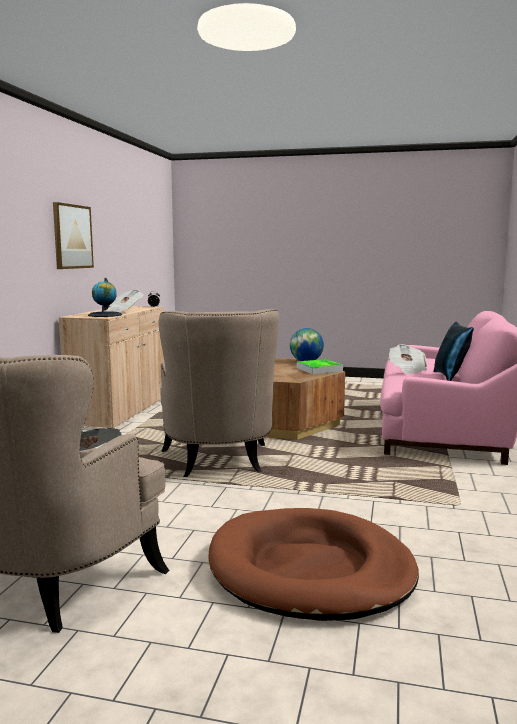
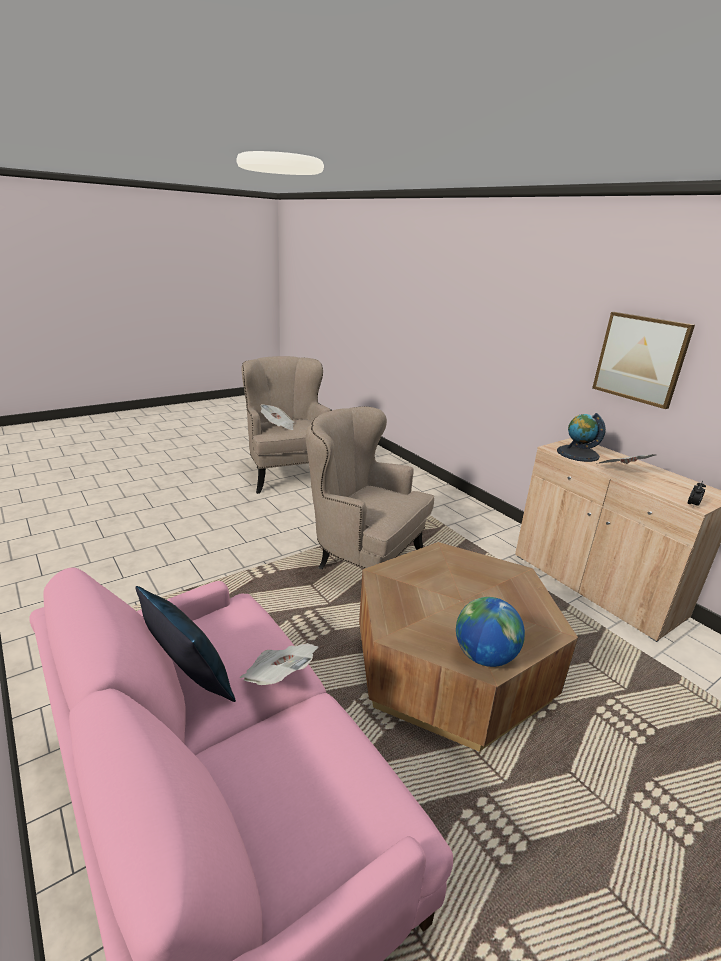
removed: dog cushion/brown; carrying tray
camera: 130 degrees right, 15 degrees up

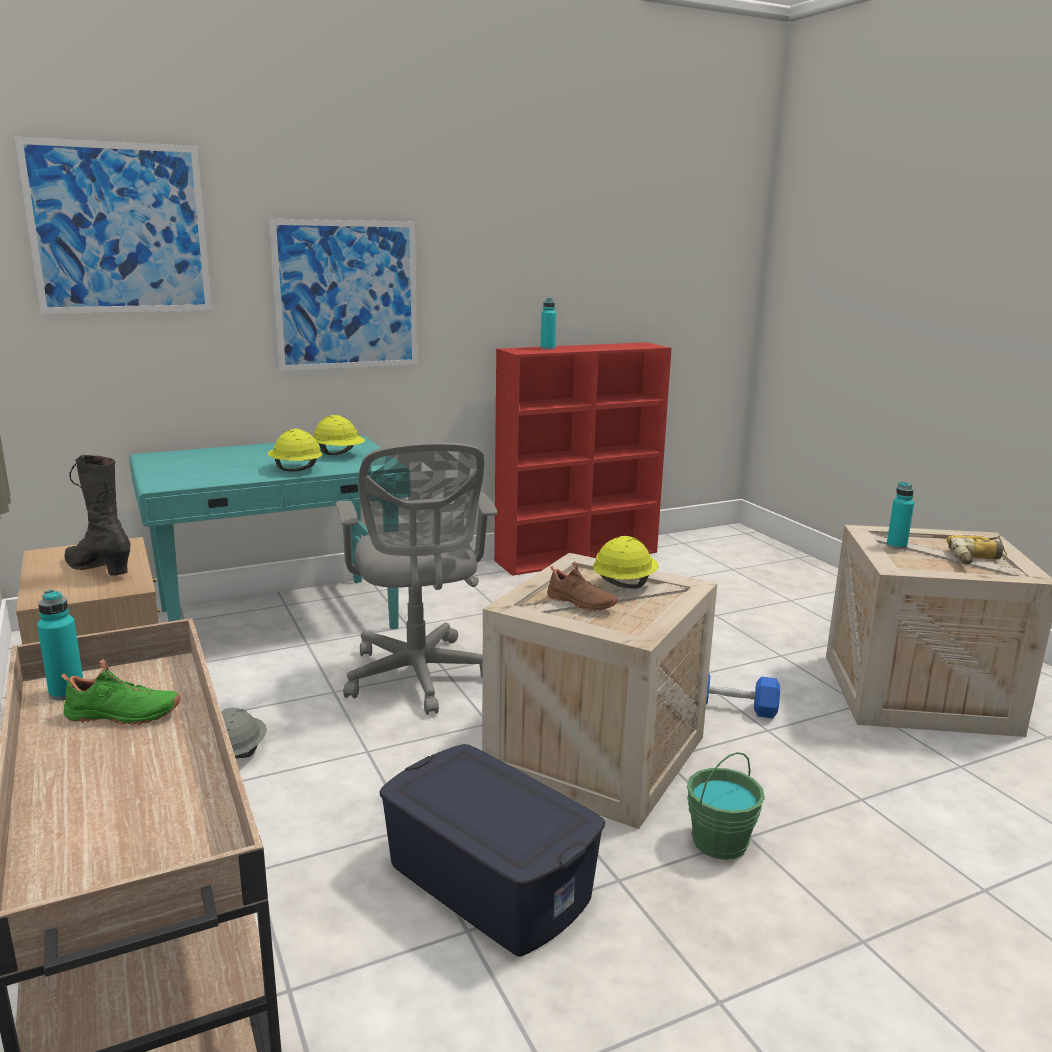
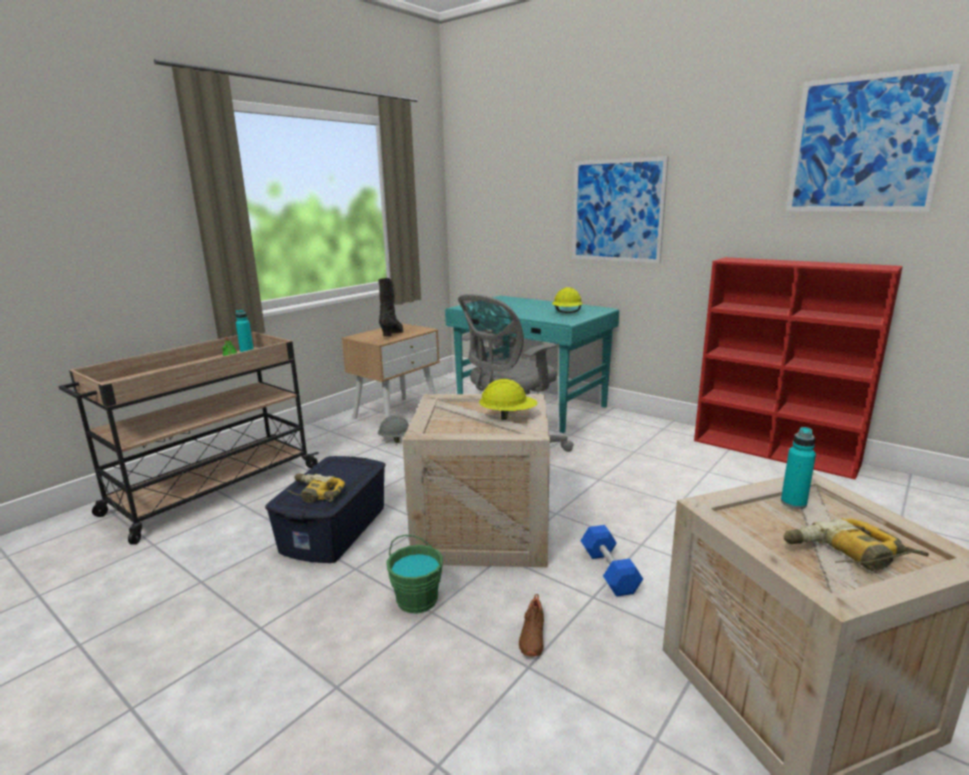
removed: safety helmet/yellowish (1st from left); drink bottle/turquoise-coloured (2nd from left)
added: power drill (1st from left)
moved: wall art (1st from left in the first image) to wall art (2nd from left); low shoe/brown
camera: 65 degrees right, 0 degrees up

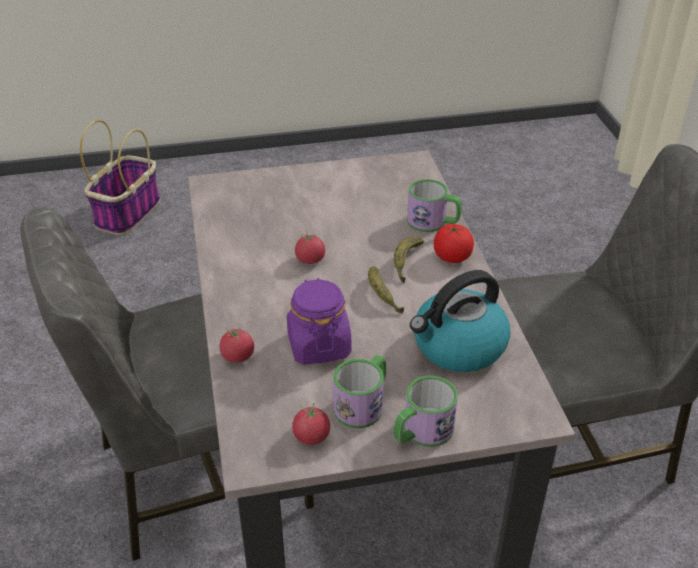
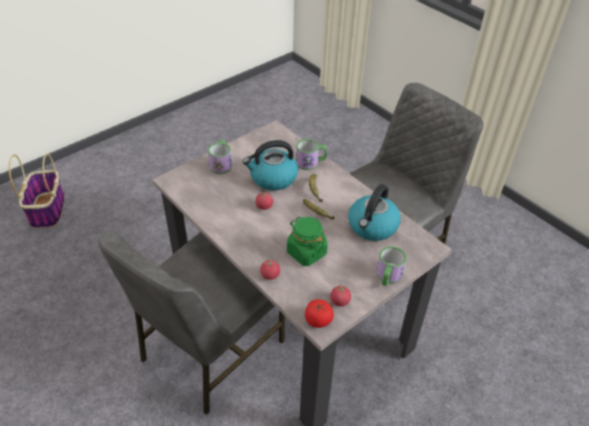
added: water kettle (1st from left)
moved: coffee mug (1st from left); whole tomato (4th from left in the first image) to whole tomato (3rd from left)
recoloured: jar/purple to jar/greenish
camera: 30 degrees left, 5 degrees up

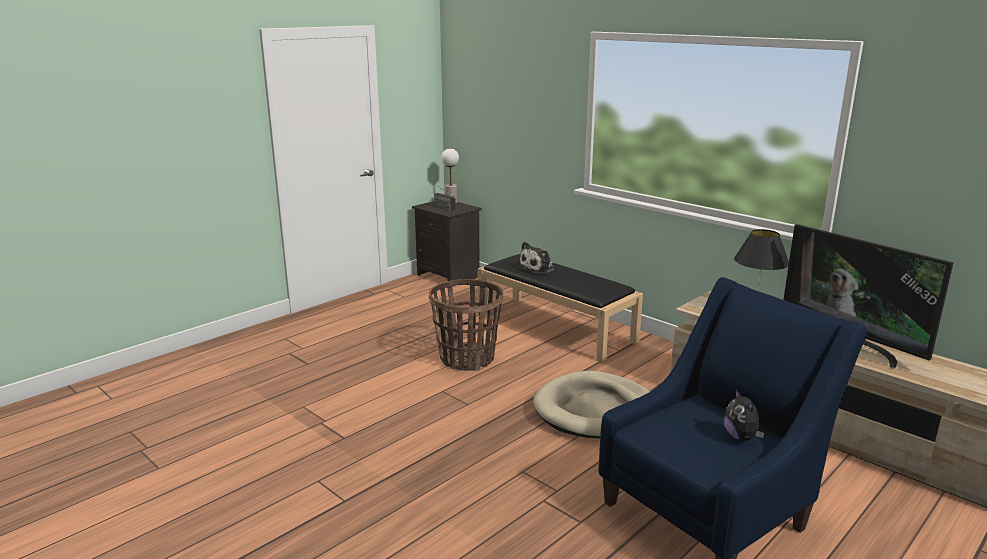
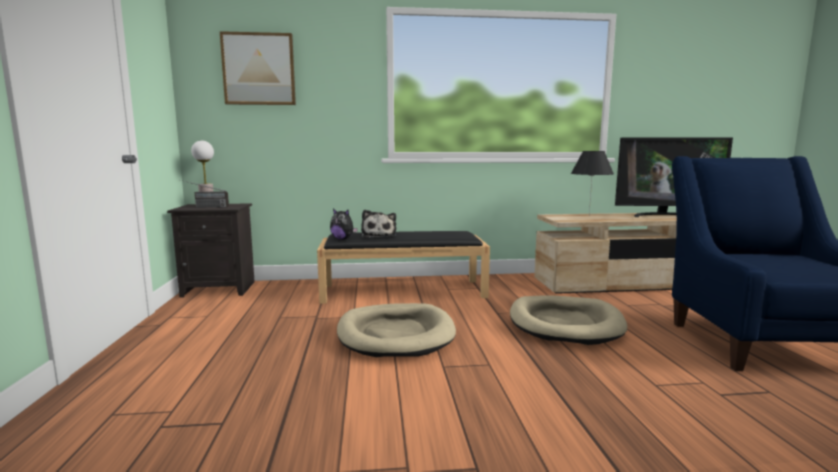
added: wall art
moved: cuddly toy (2nd from left in the first image) to cuddly toy (1st from left)
replaced: storage basket to dog cushion/beige-coloured (1st from left)
camera: 50 degrees left, 10 degrees down

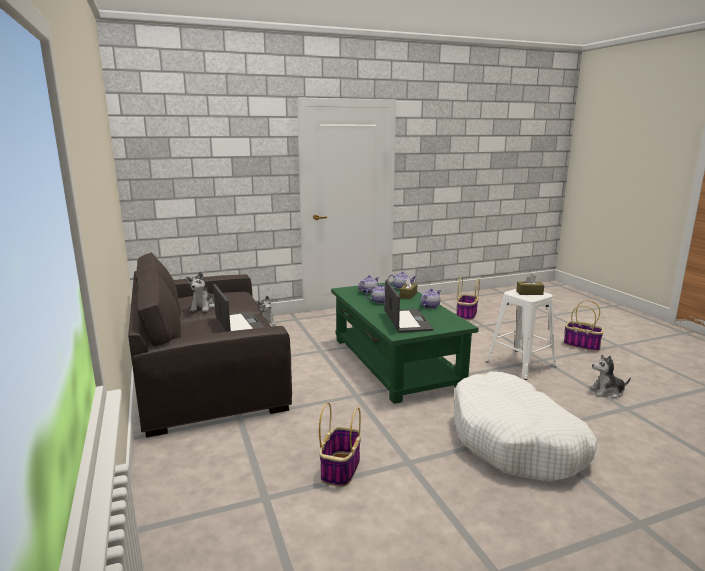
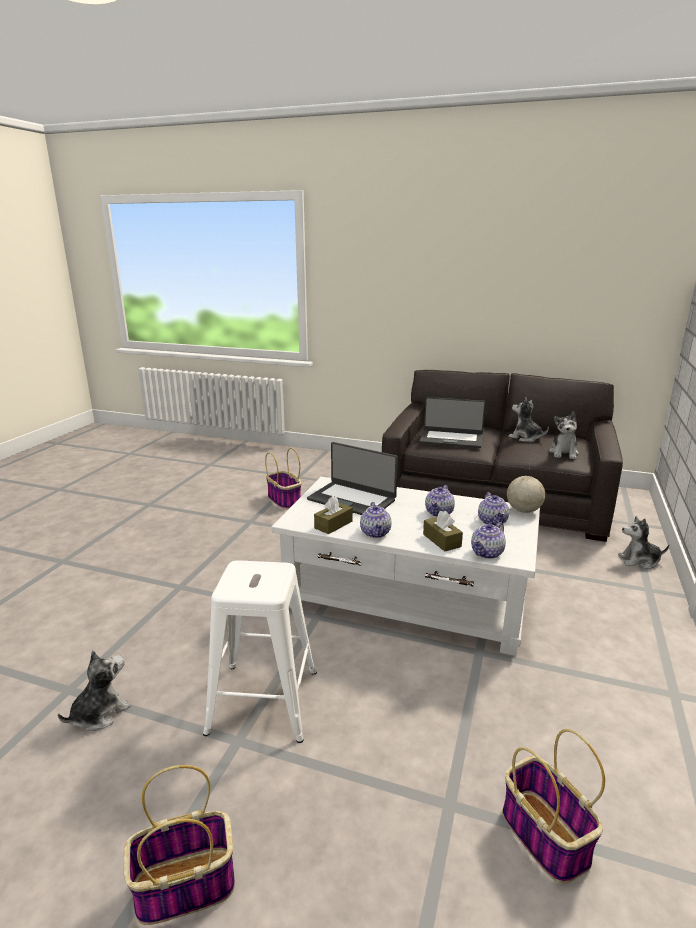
removed: dog cushion/whitish
added: globe; cuddly toy (3rd from left)
moved: box of tissues/brown (2nd from left in the first image) to box of tissues/brown (1st from left)
recoloured: low table/greenish to low table/whitish
camera: 130 degrees right, 5 degrees up

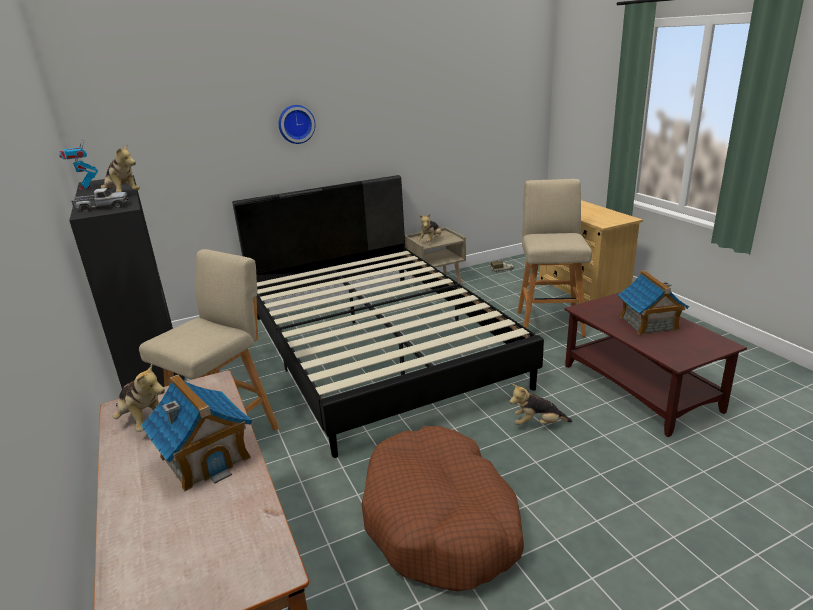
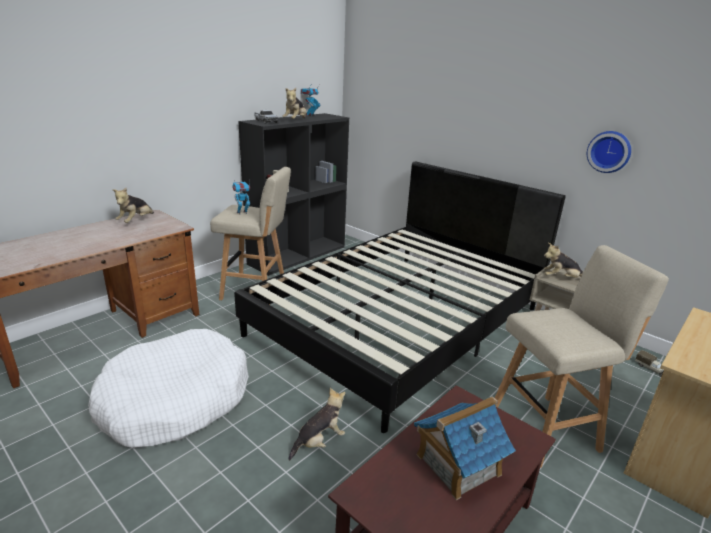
removed: toy house (1st from left)
added: model robot (1st from left)
moved: hanging clock
recoloured: dog cushion/brown to dog cushion/whitish
turned: cuddly toy (4th from left in the first image) 75 degrees clockwise
camera: 65 degrees right, 0 degrees up

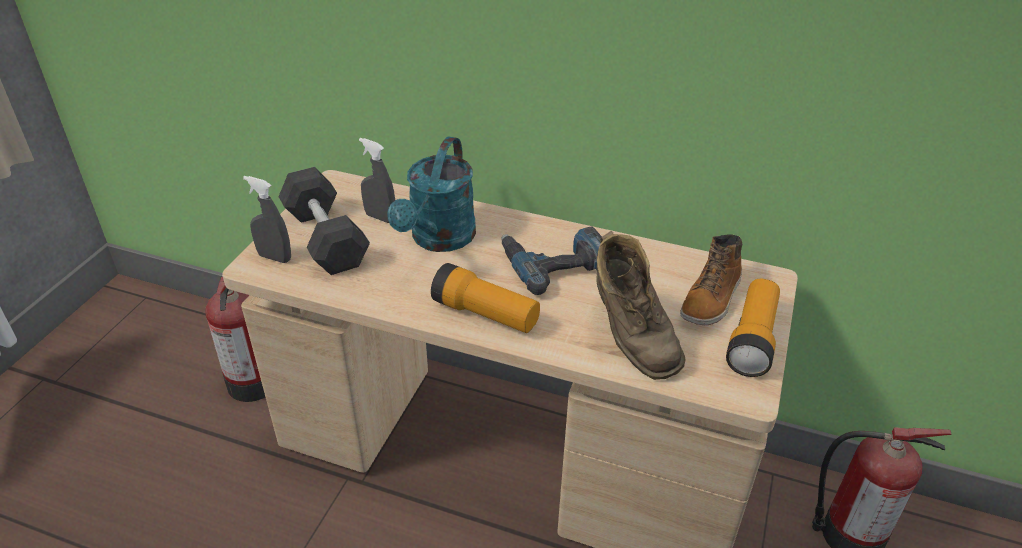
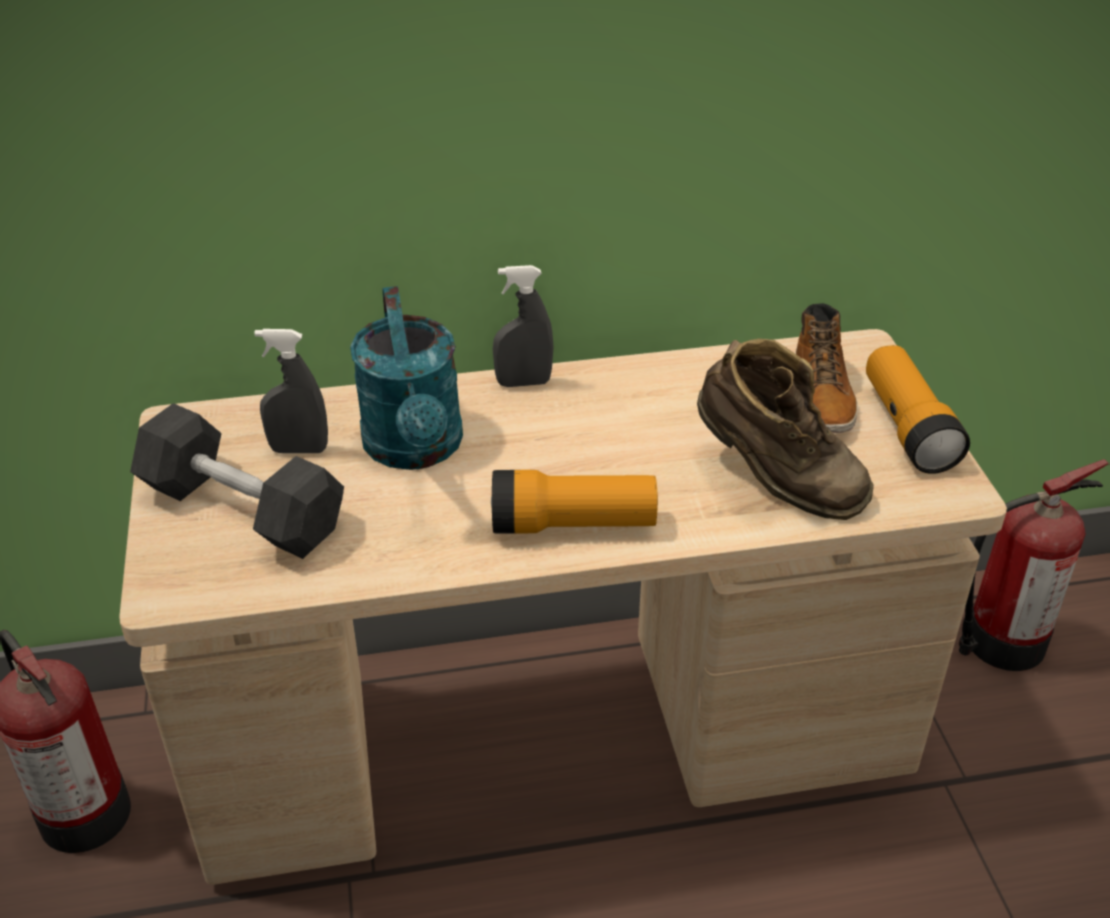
removed: power drill
moved: spray bottle/grey (1st from left in the first image) to spray bottle/grey (2nd from left)
camera: 30 degrees left, 0 degrees up

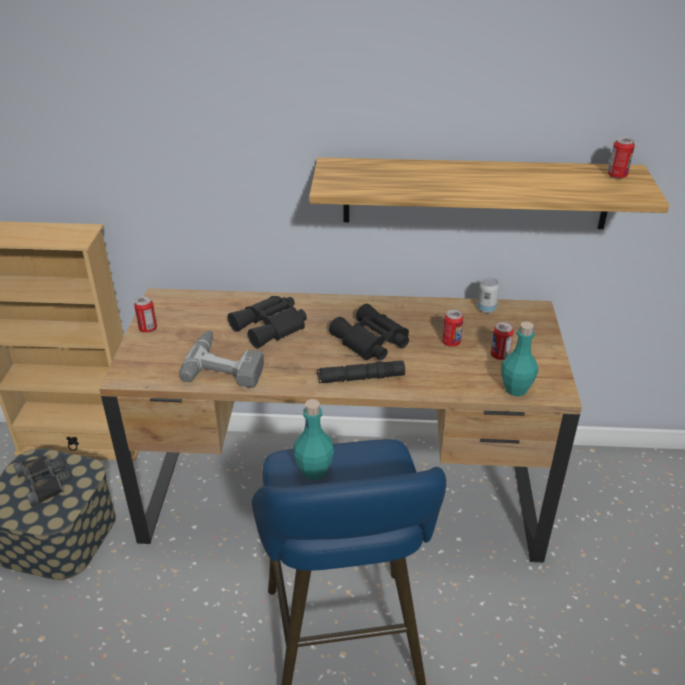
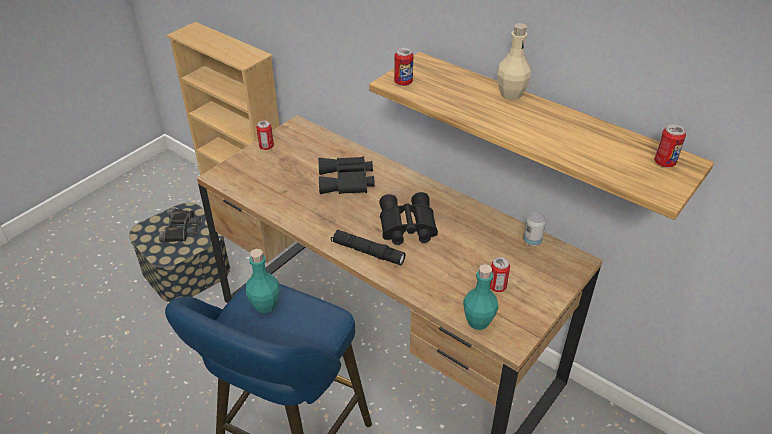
removed: power drill
added: drink bottle/beige-coloured
moved: metal can (2nd from left)
camera: 35 degrees right, 5 degrees up

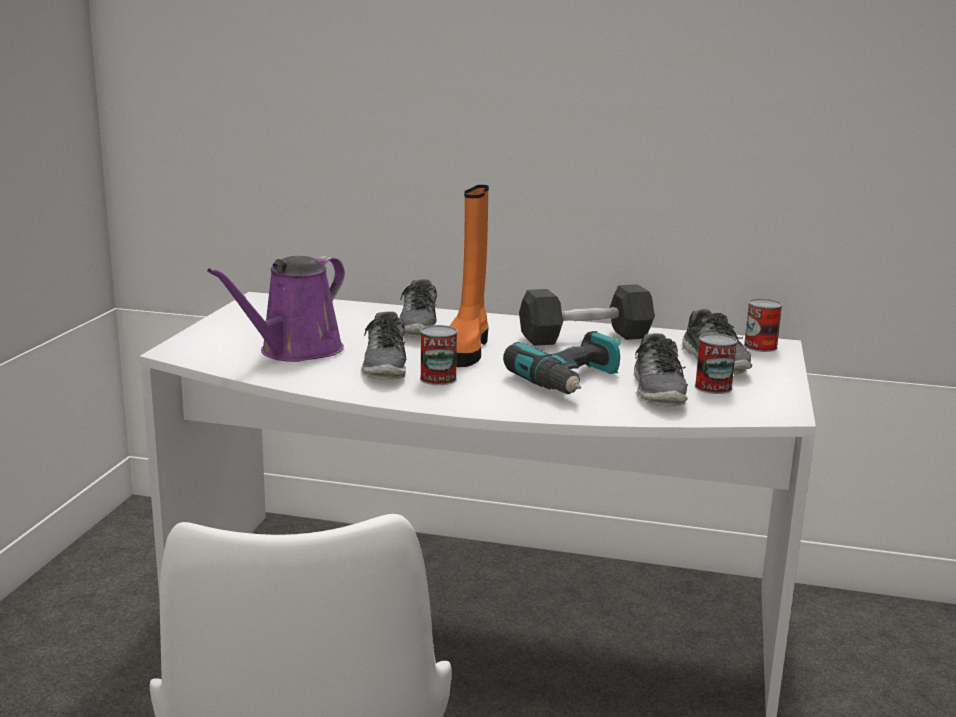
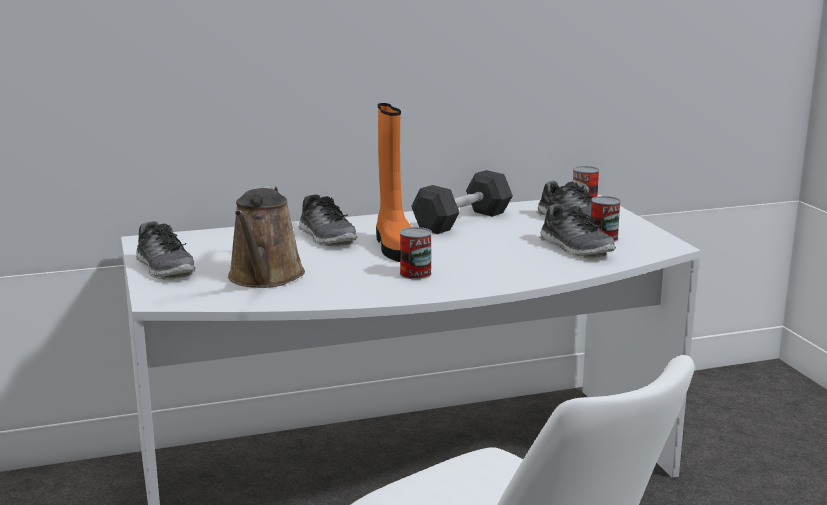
removed: power drill
moved: low shoe (1st from left)
recoloured: watering can/purple to watering can/brown
camera: 30 degrees left, 0 degrees up

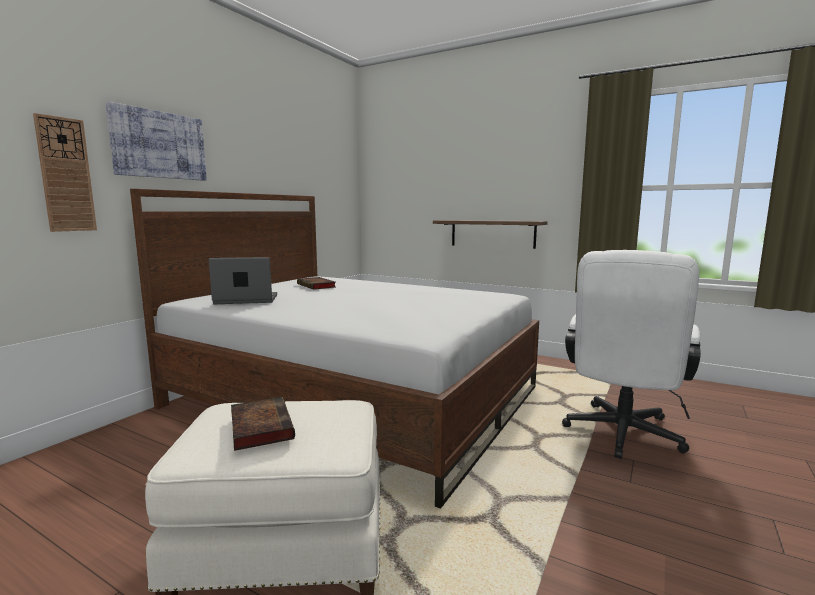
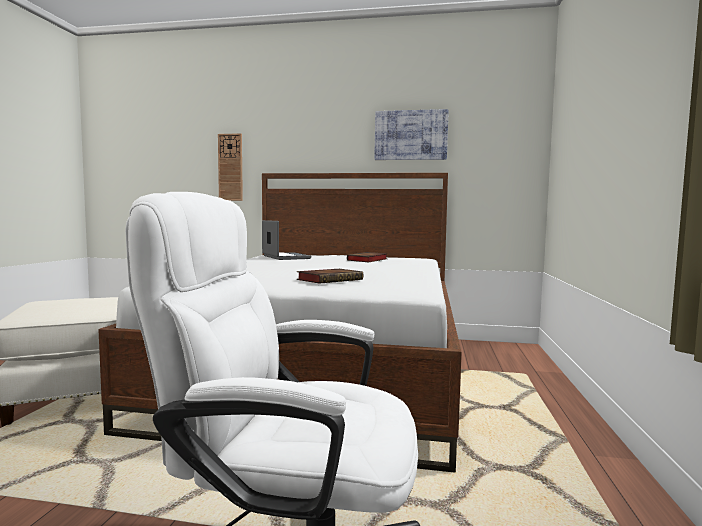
removed: shelf
moved: wall art; bound book (1st from left)
camera: 70 degrees right, 5 degrees down

